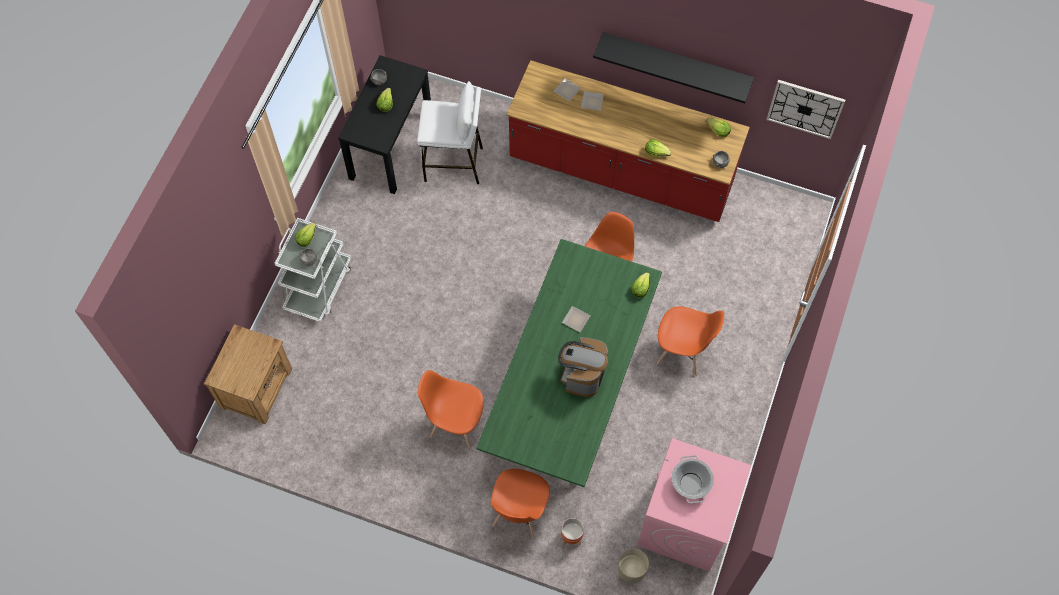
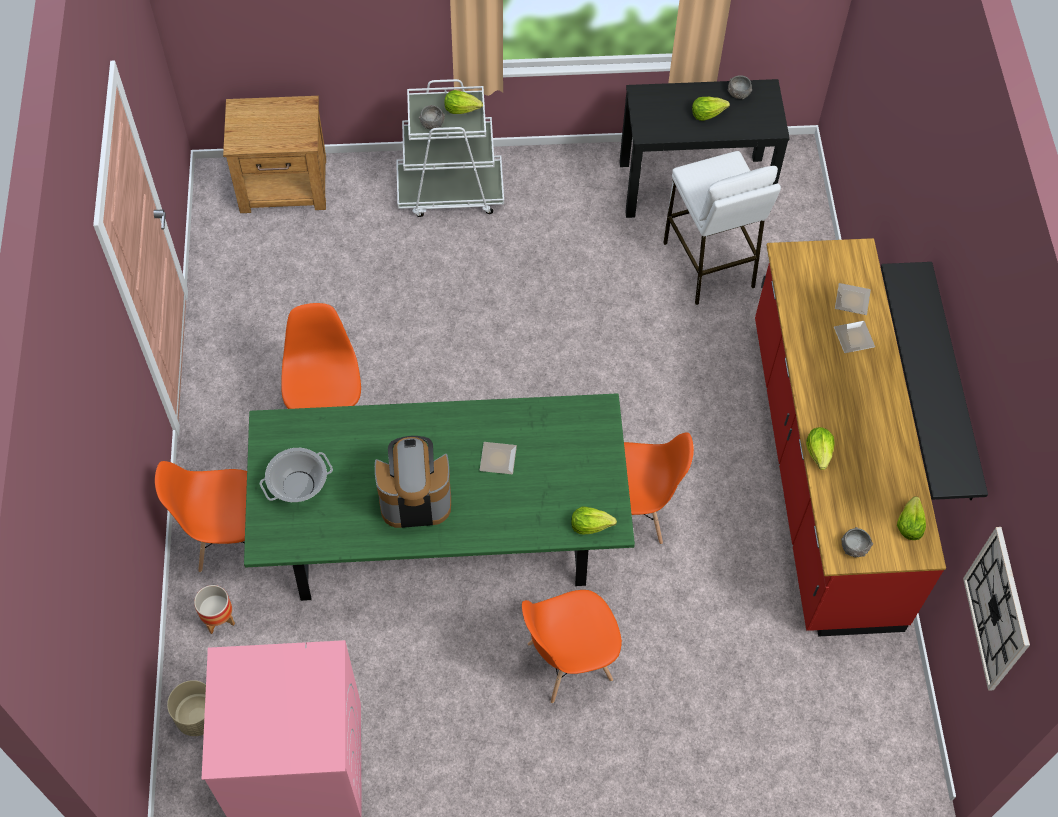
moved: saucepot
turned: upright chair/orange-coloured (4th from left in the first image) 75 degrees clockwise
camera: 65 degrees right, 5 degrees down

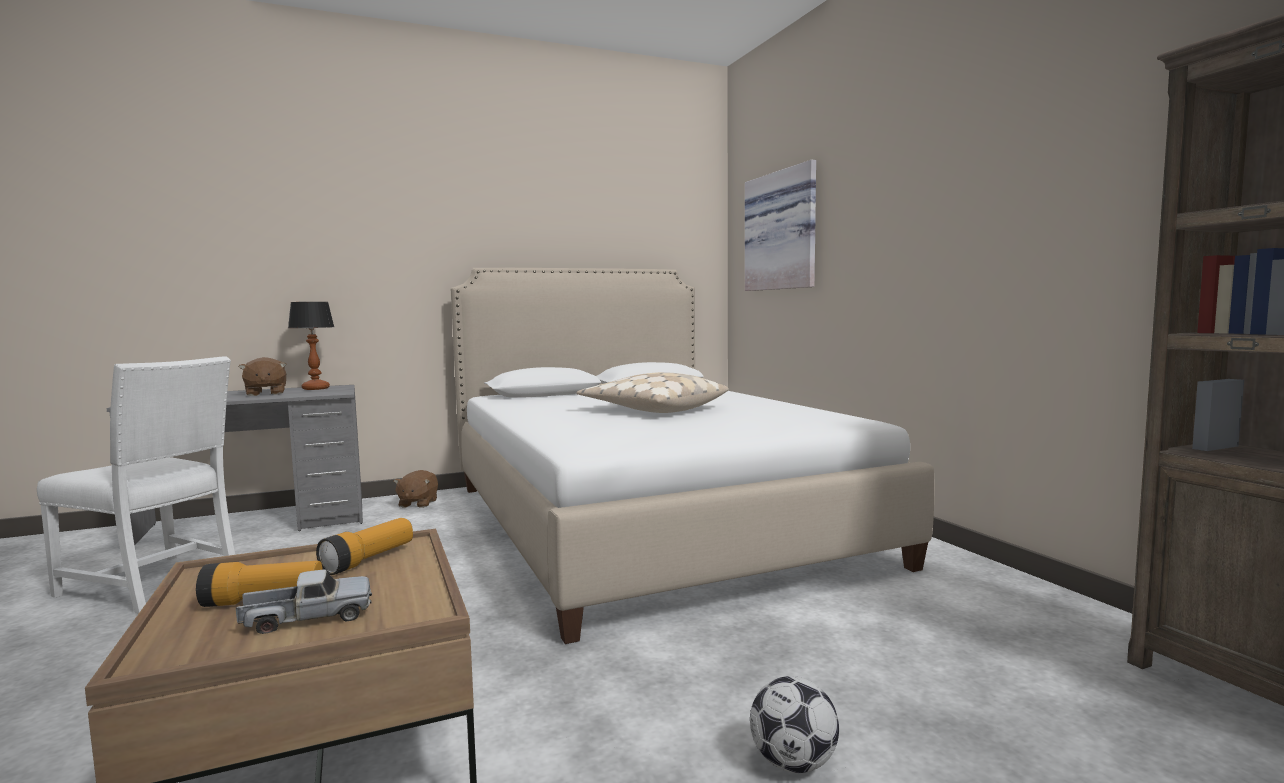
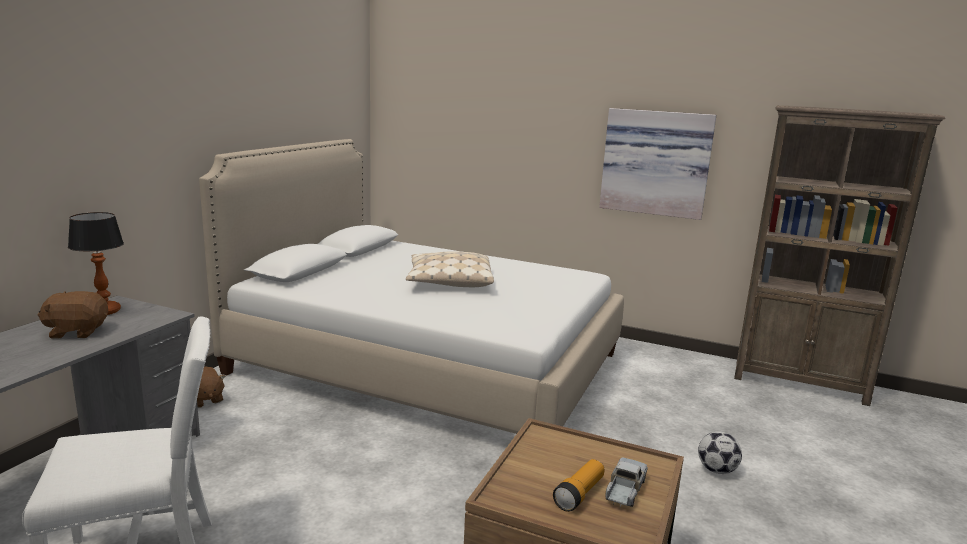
removed: flashlight (2nd from left)
moved: wall art
turned: cuddly toy/brown (1st from left) 150 degrees clockwise
camera: 45 degrees left, 10 degrees up

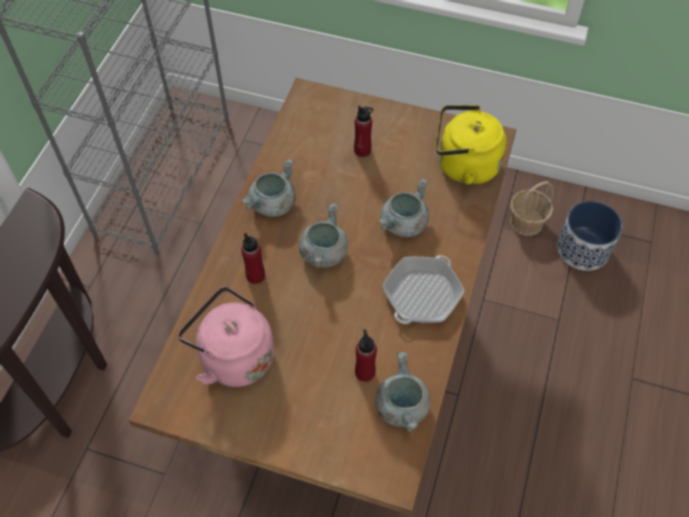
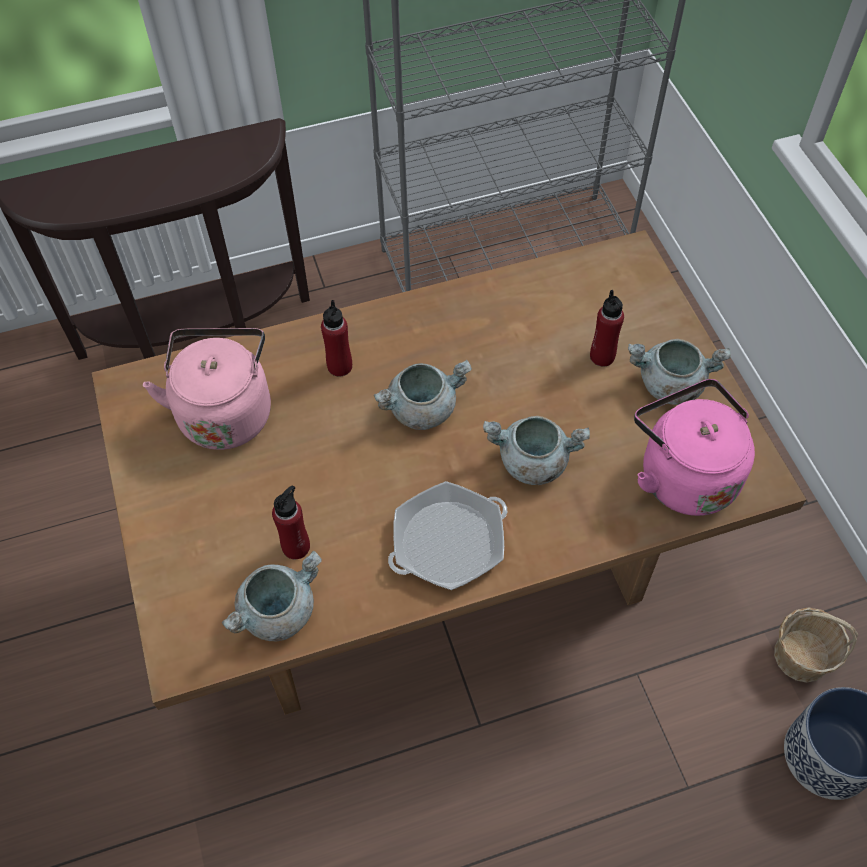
moved: saucepot/grey (1st from left in the first image) to saucepot/grey (4th from left)
recoloured: water kettle/yellowish to water kettle/pink (2nd from left)
turned: pan 150 degrees clockwise
camera: 55 degrees right, 0 degrees up

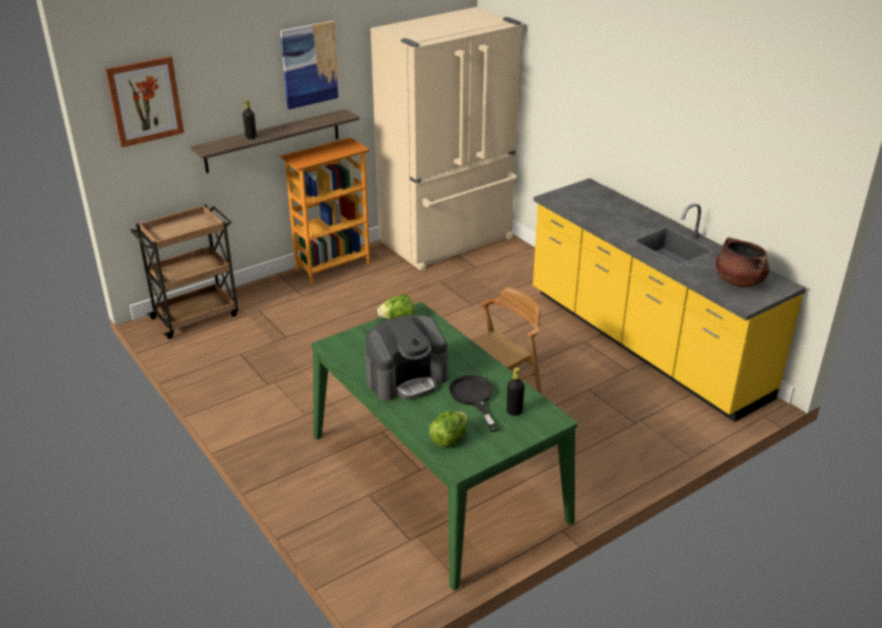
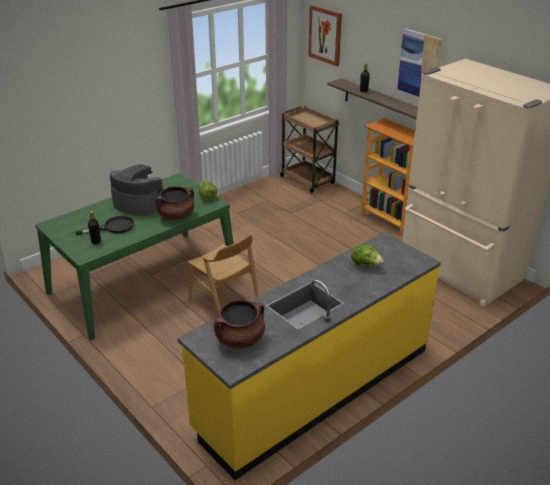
added: saucepot/brown (1st from left)
moved: lettuce (2nd from left)
turned: coffee machine 150 degrees clockwise
camera: 85 degrees right, 0 degrees up

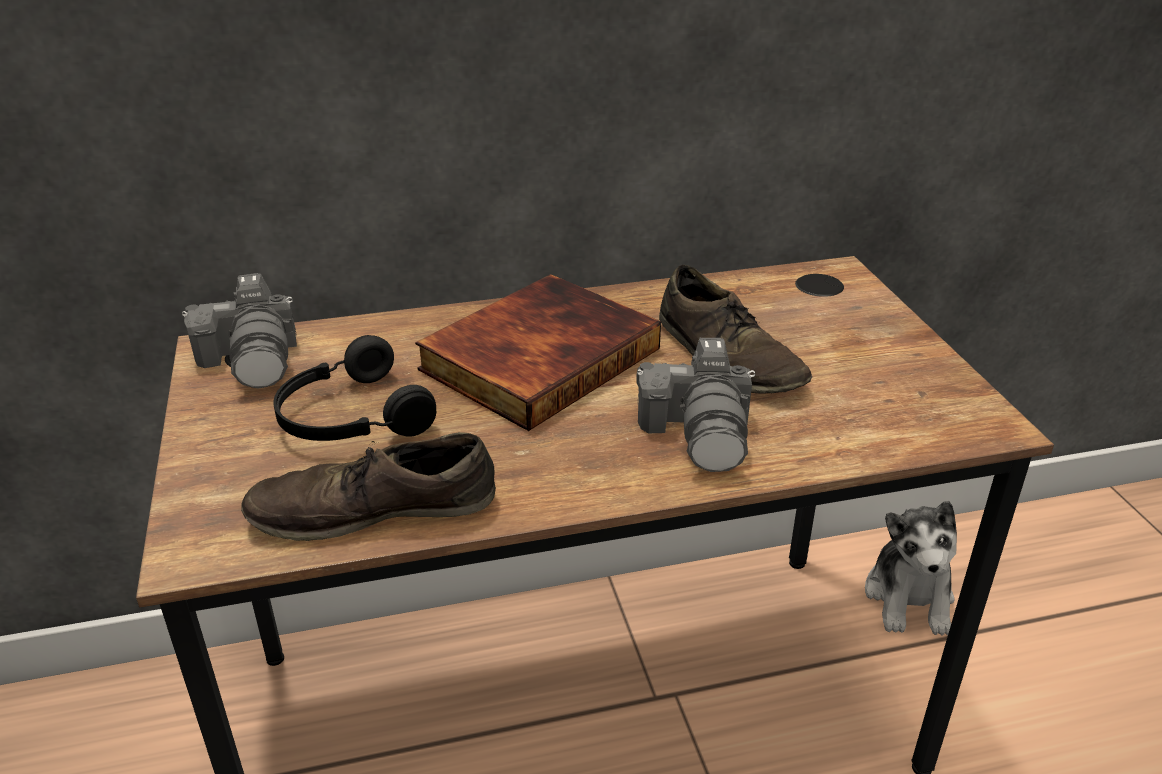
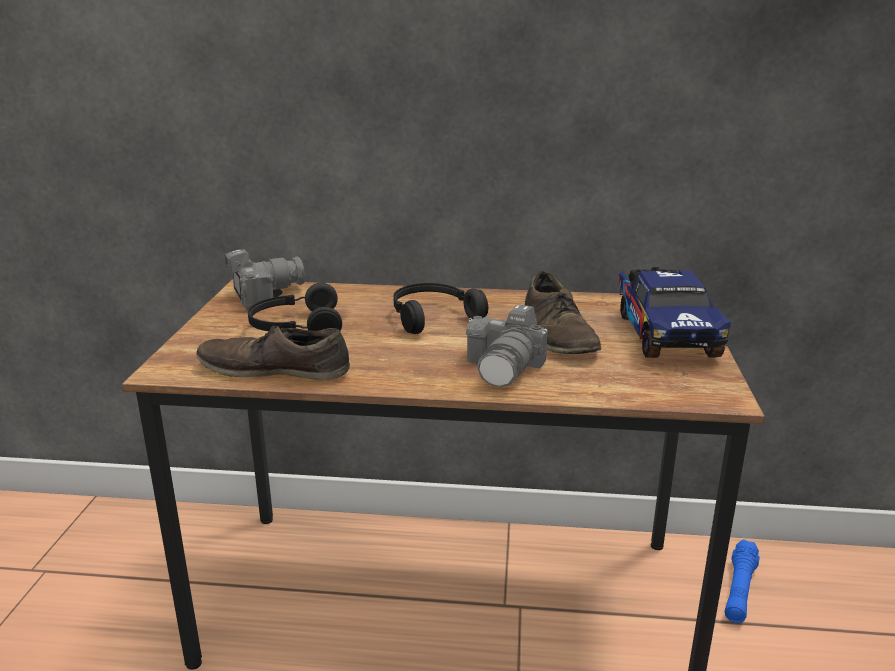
added: model truck
replaced: bound book to pair of headphones/blackish (2nd from left); cuddly toy to flashlight/bluish
turned: photo camera (1st from left) 120 degrees counterclockwise
camera: 20 degrees right, 10 degrees down

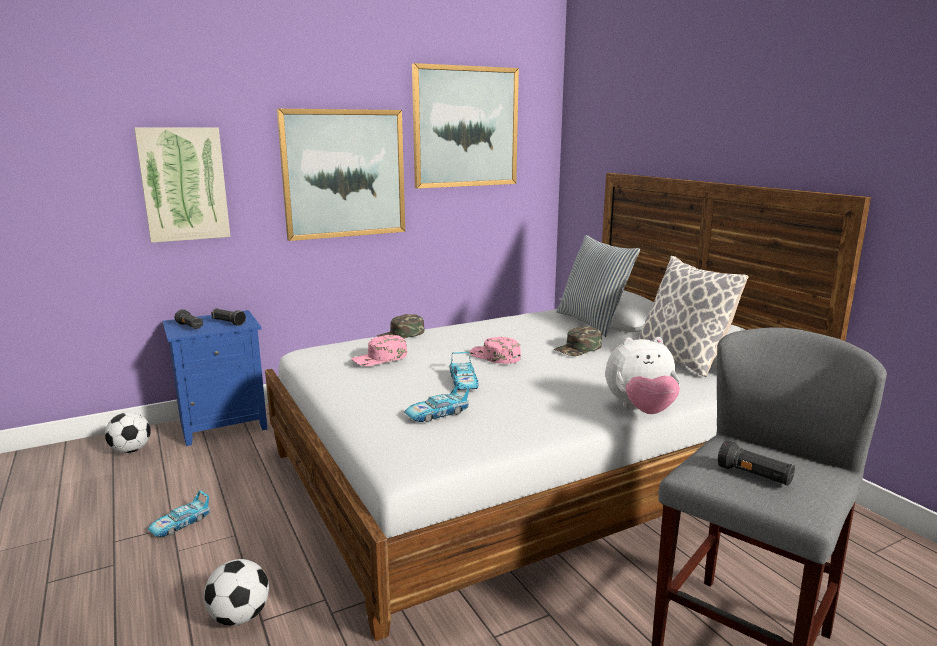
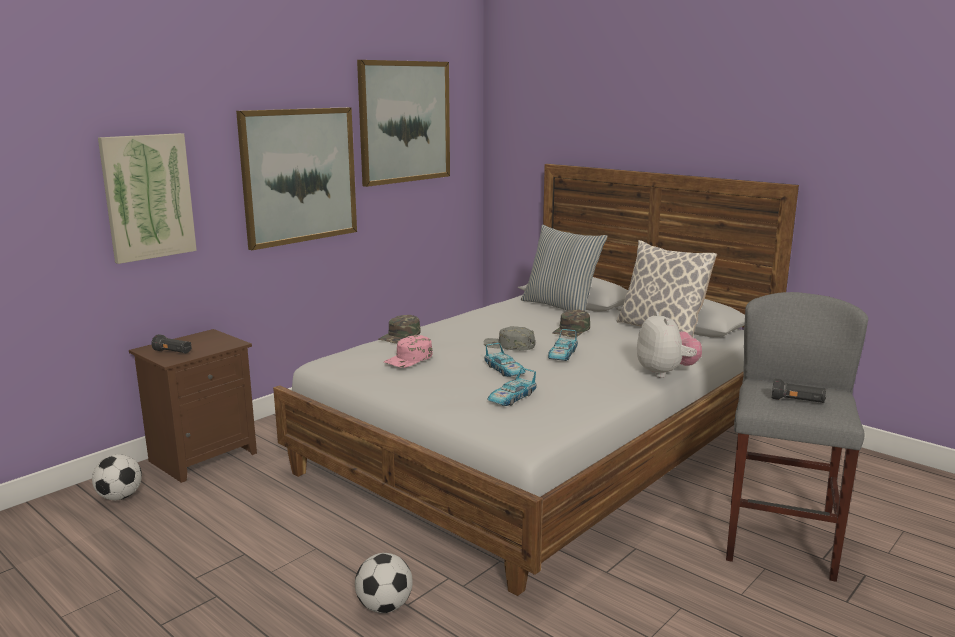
removed: flashlight/blackish (2nd from left)
moved: toy car (1st from left in the first image) to toy car (3rd from left)
recoloured: nightstand/bluish to nightstand/brown; cap/pink (2nd from left) to cap/grey
turned: cuddly toy 75 degrees counterclockwise
camera: 20 degrees left, 0 degrees up

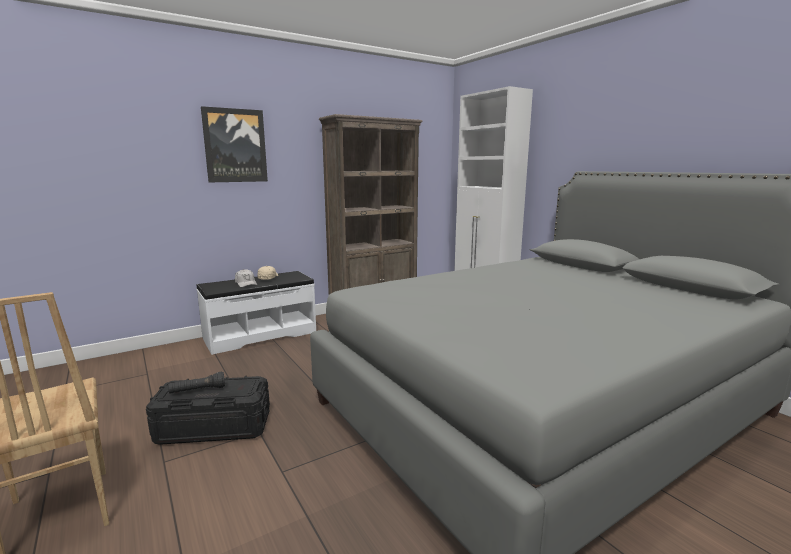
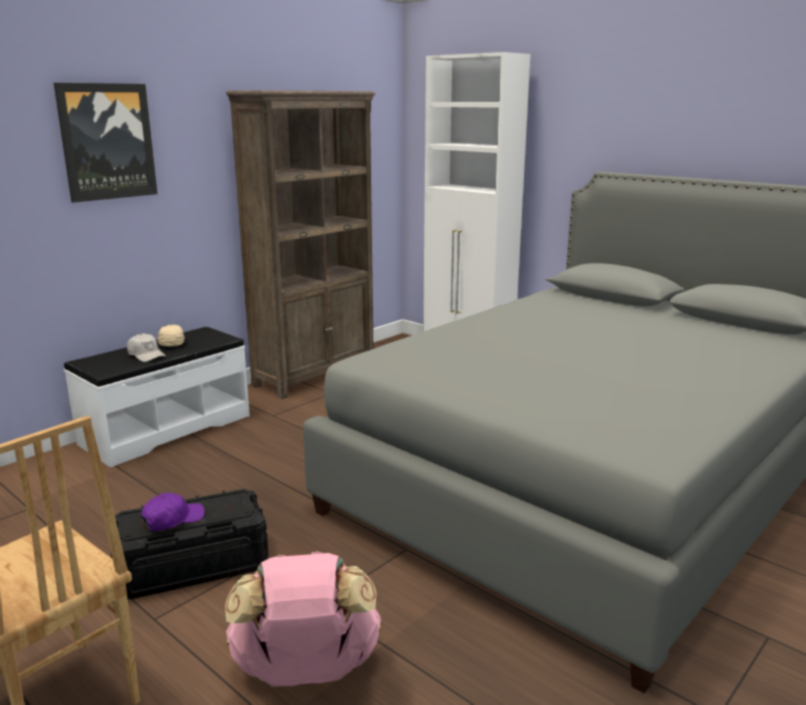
added: rucksack/pink
replaced: flashlight/blackish to cap/purple
camera: 15 degrees left, 5 degrees up

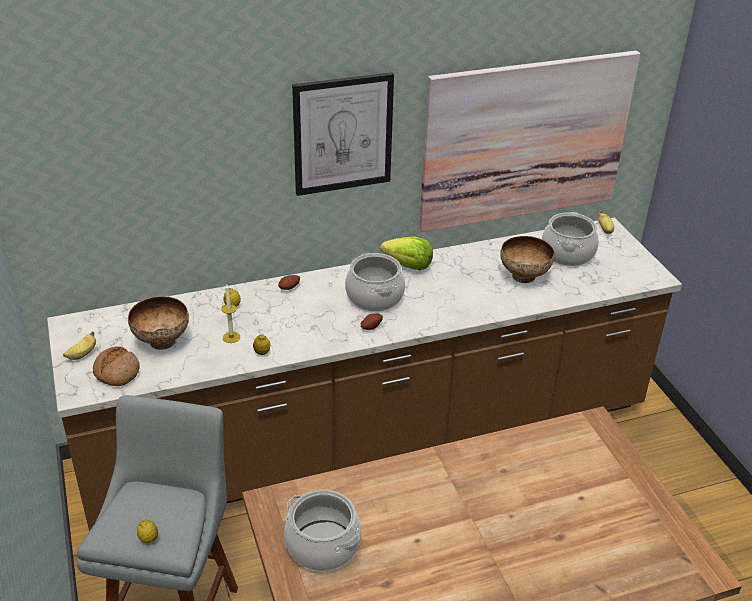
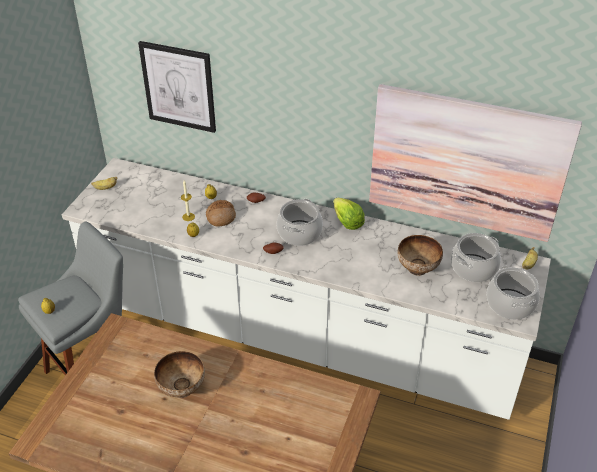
moved: bread; deep dish (1st from left); saucepot (1st from left in the first image) to saucepot (3rd from left); wall art (1st from left)
recoloured: kitchen counter/brown to kitchen counter/whitish
camera: 40 degrees right, 5 degrees up

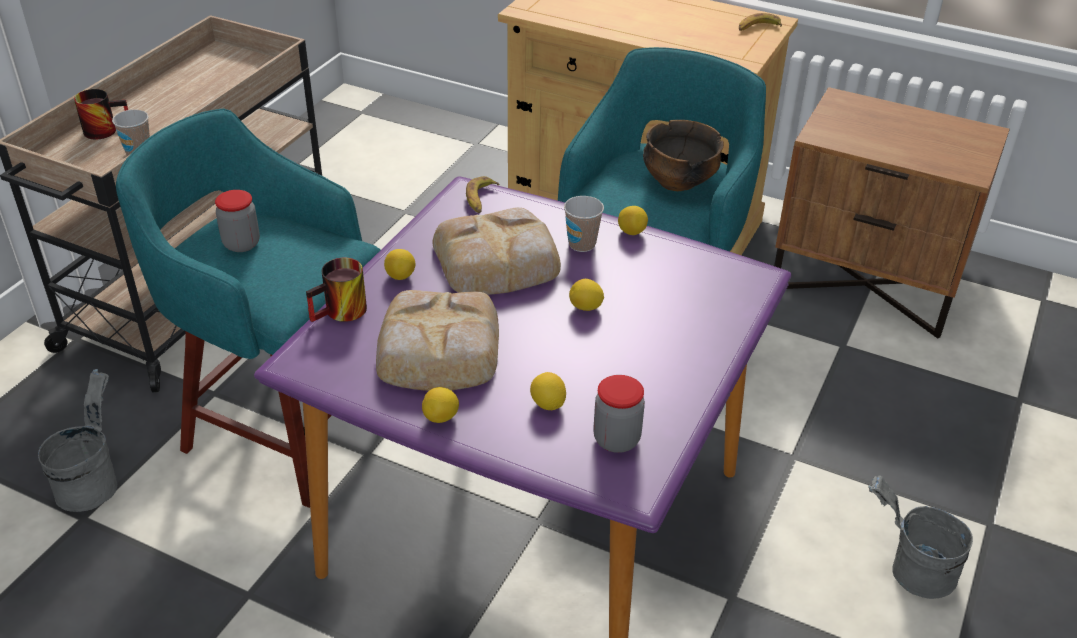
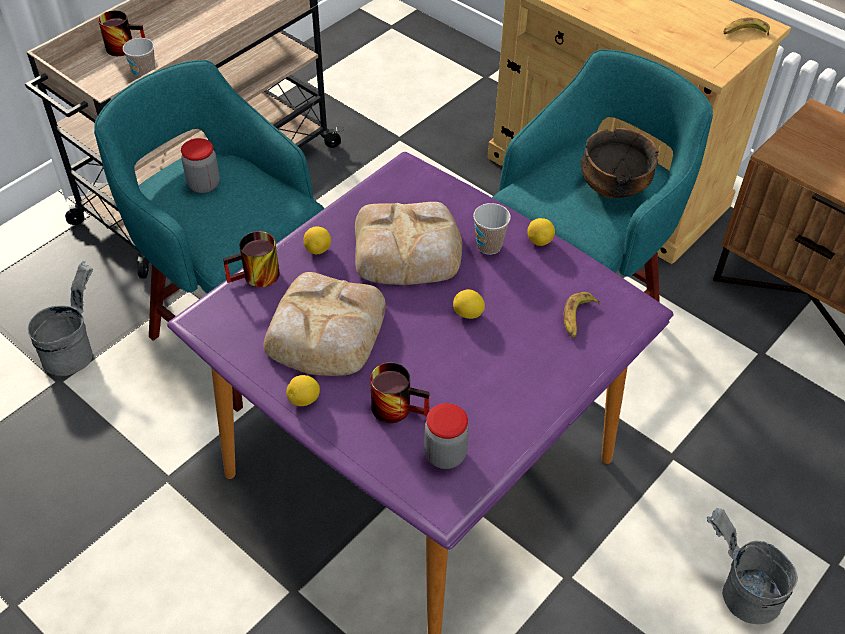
moved: banana (1st from left)
replaced: citrus fruit (3rd from left) to coffee mug (3rd from left)
camera: 15 degrees right, 10 degrees up

